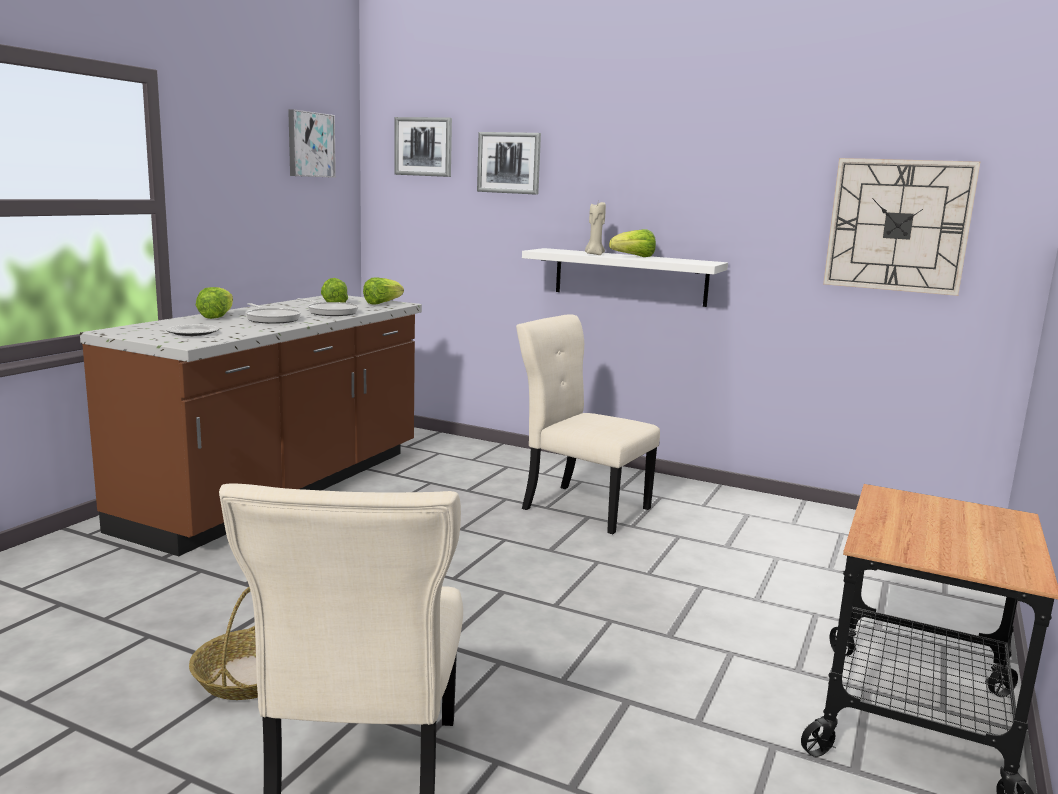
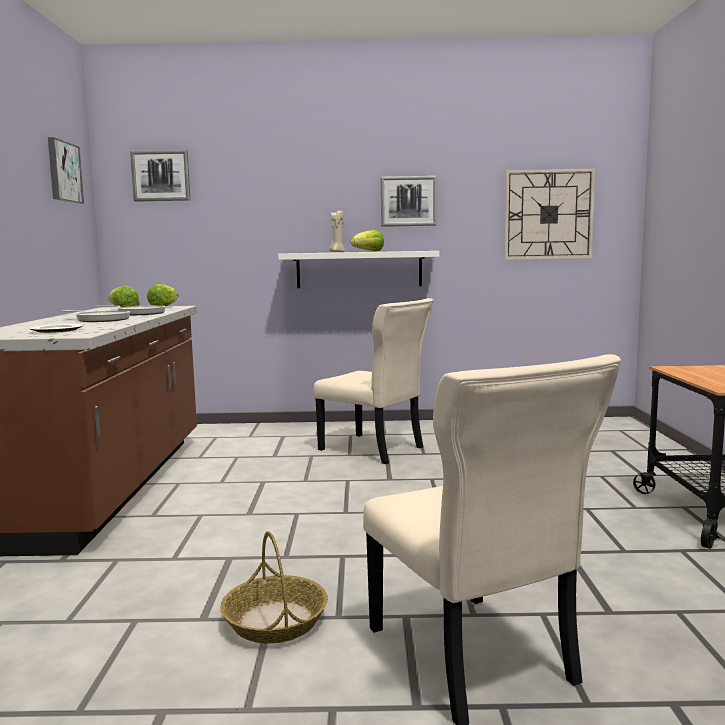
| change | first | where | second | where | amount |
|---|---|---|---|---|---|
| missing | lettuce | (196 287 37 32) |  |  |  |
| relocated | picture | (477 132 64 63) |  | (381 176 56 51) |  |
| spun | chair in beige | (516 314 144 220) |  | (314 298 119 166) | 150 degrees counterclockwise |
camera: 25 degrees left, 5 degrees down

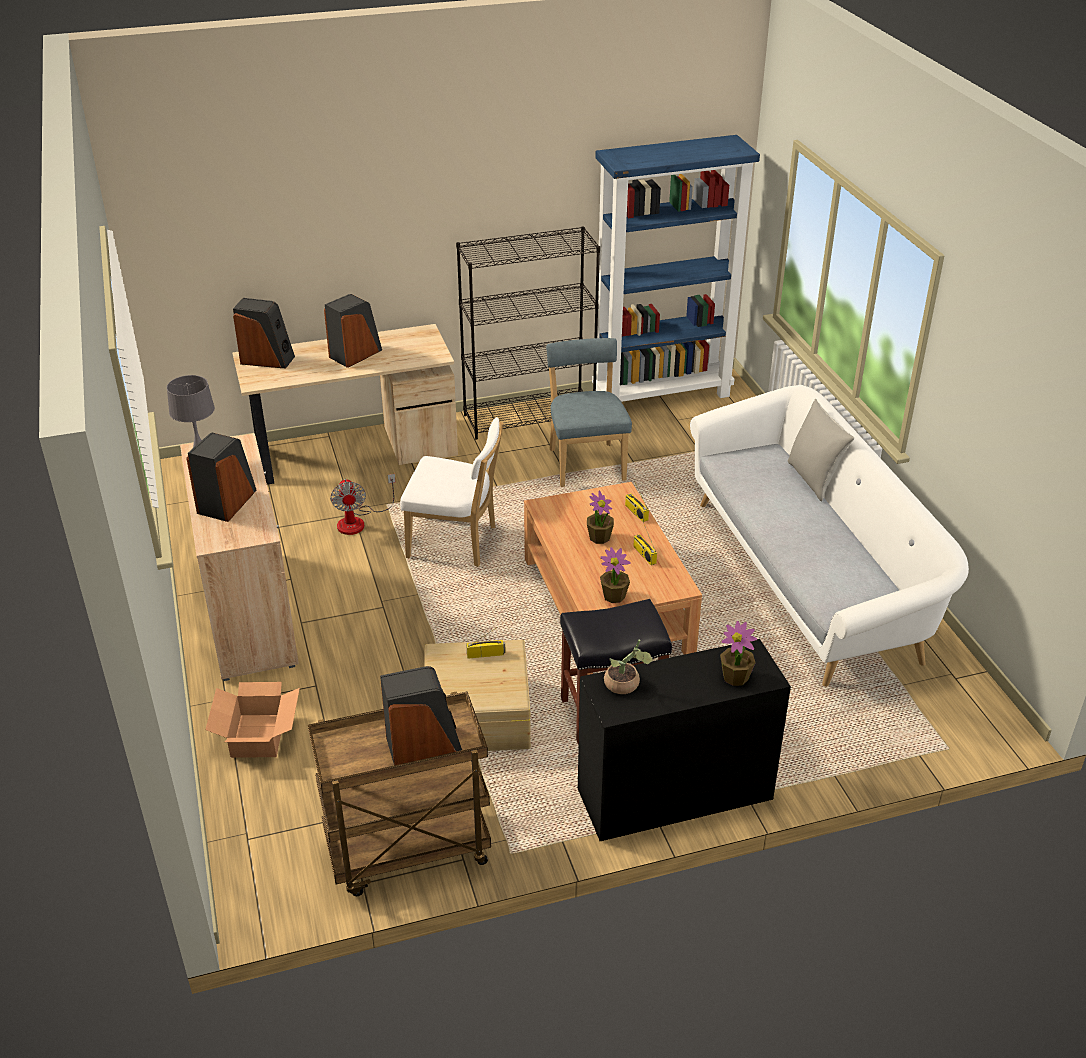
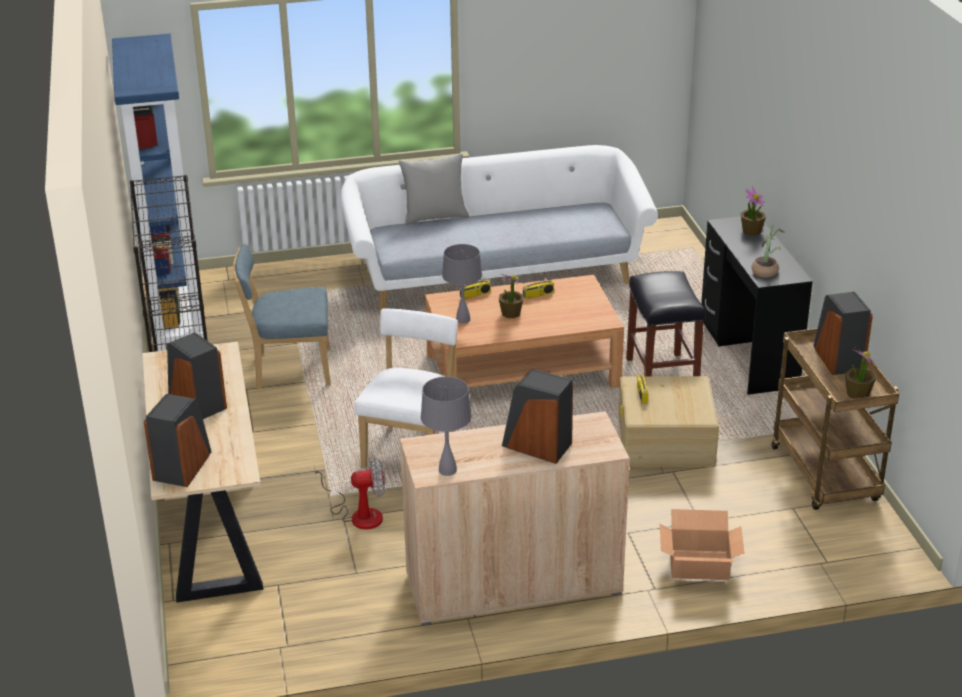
| change | first | where | second | where | amount |
|---|---|---|---|---|---|
| relocated | potted plant | (600 547 31 56) |  | (845 346 31 53) |  |
| appeared |  |  | table lamp in grey | (442 244 40 80) |  |
camera: 85 degrees left, 5 degrees down

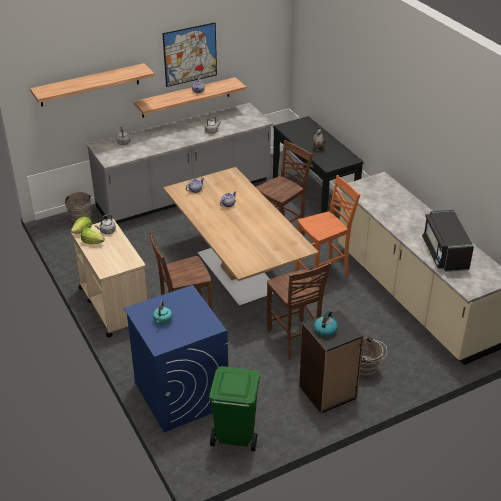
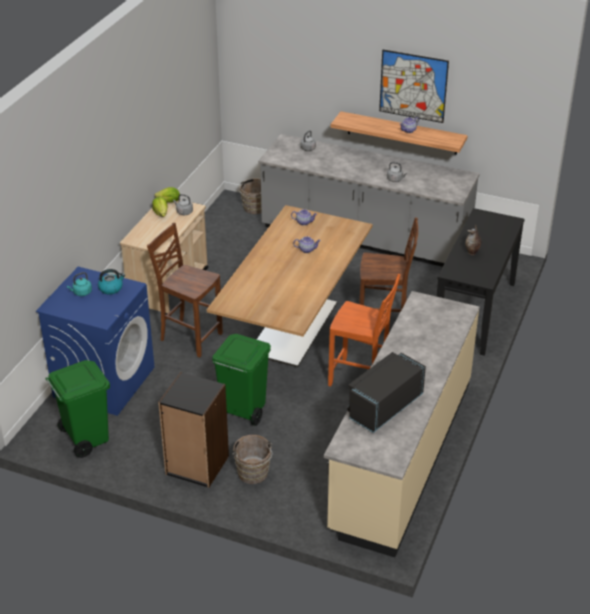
| change | first | where | second | where | amount |
|---|---|---|---|---|---|
| missing | shelf | (30 63 124 43) |  |  |  |
| exchanged | chair in brown | (267 262 65 97) | trash can in green | (212 334 59 92) |  |
| relocated | kettle | (314 310 24 27) |  | (98 269 27 26) |  |
camera: 50 degrees right, 0 degrees up

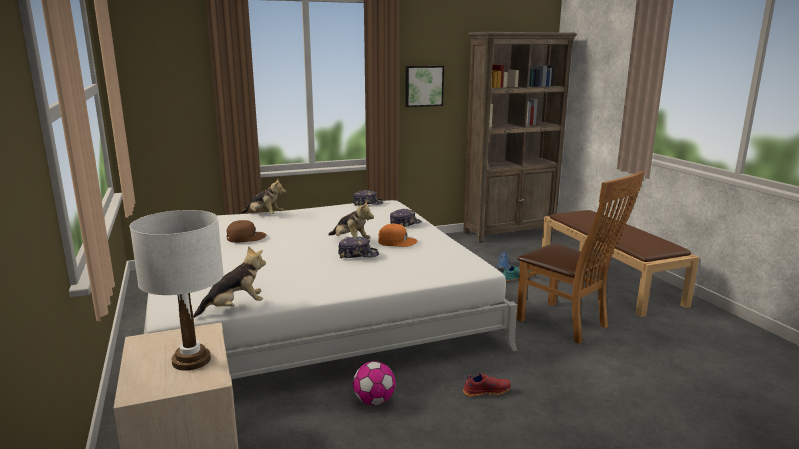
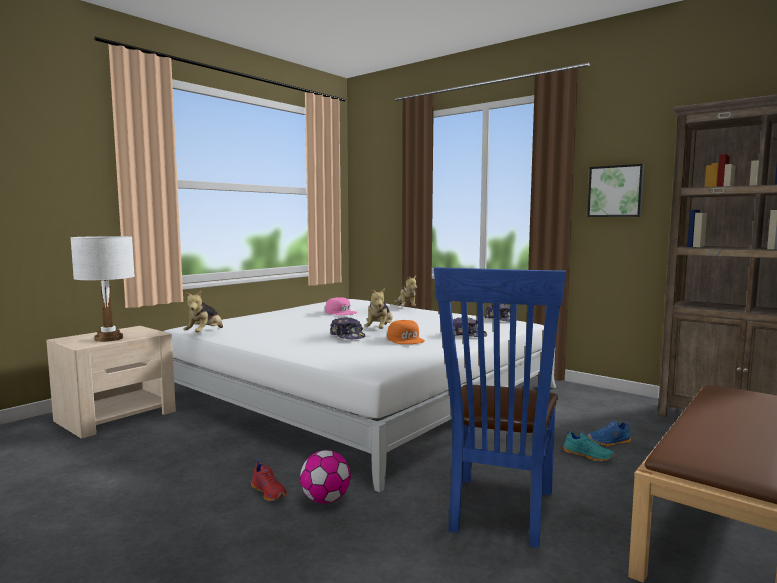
| change | first | where | second | where | amount |
|---|---|---|---|---|---|
| spun | plush toy | (193 246 73 72) |  | (183 291 40 41) | 75 degrees clockwise |
| colour | cap in brown | (226 220 40 23) | cap in pink | (325 297 32 18) |  |
| relocated | football | (353 361 43 44) |  | (300 450 51 53) |  |
| colour | chair in brown | (516 171 129 173) | chair in blue | (434 267 132 281) |  |
camera: 60 degrees right, 10 degrees down

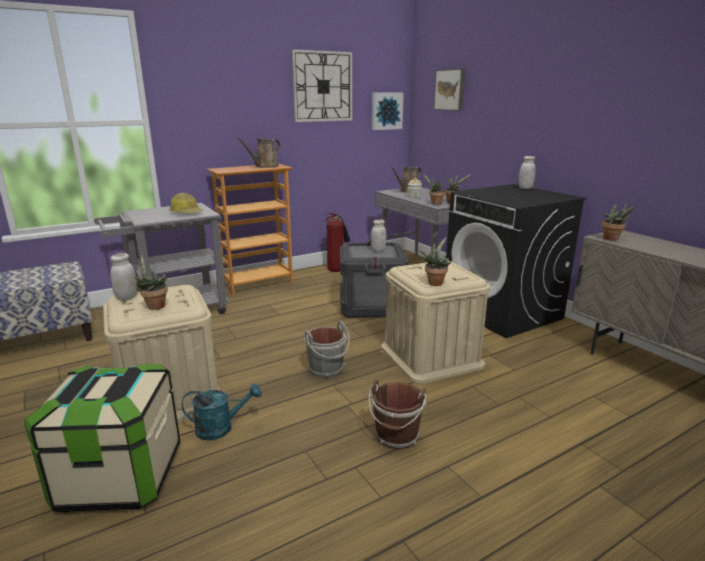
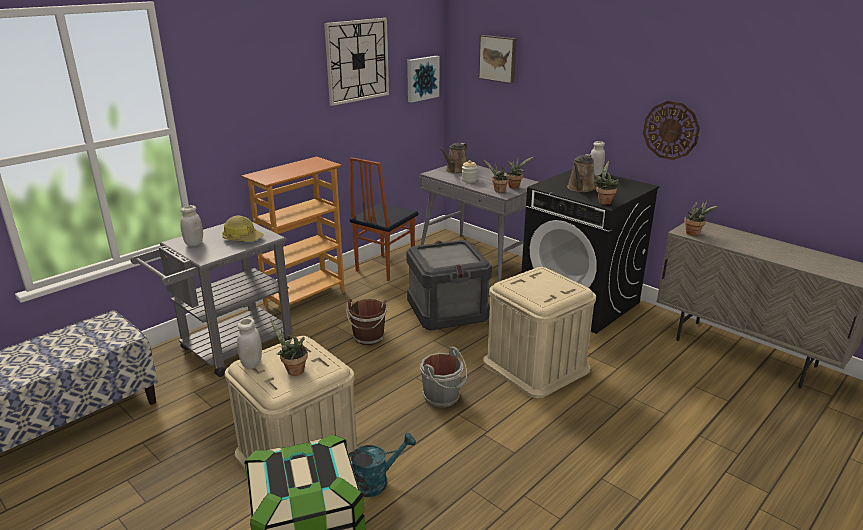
| change | first | where | second | where | amount |
|---|---|---|---|---|---|
| relocated | watering can in brown | (236 137 45 31) |  | (567 154 29 38) |  |
| exchanged | fire extinguisher | (326 213 24 59) | chair | (349 157 69 124) |  |
| relocated | bucket in brown | (369 380 58 69) |  | (346 299 42 46) |  |
| relocated | jar in white | (371 219 15 33) |  | (180 205 23 41) |  |
| relocated | potted plant | (420 237 31 49) |  | (593 161 26 44) |  |
| appeared |  |  | wall clock | (643 101 57 59) |  |
camera: 15 degrees left, 5 degrees up

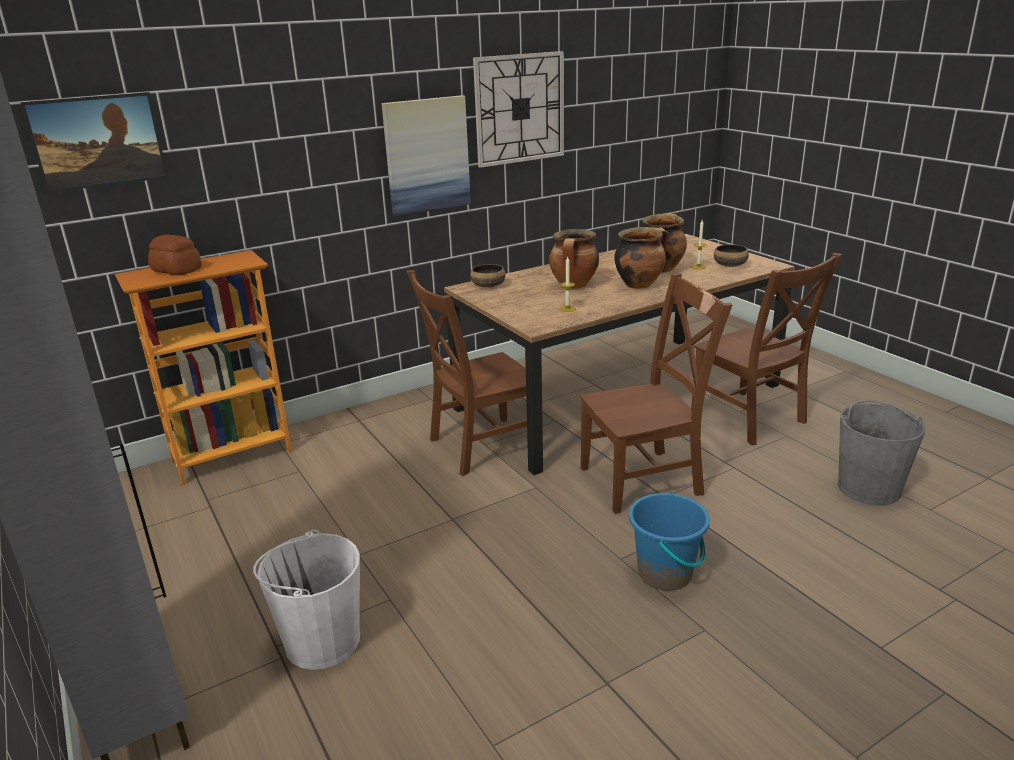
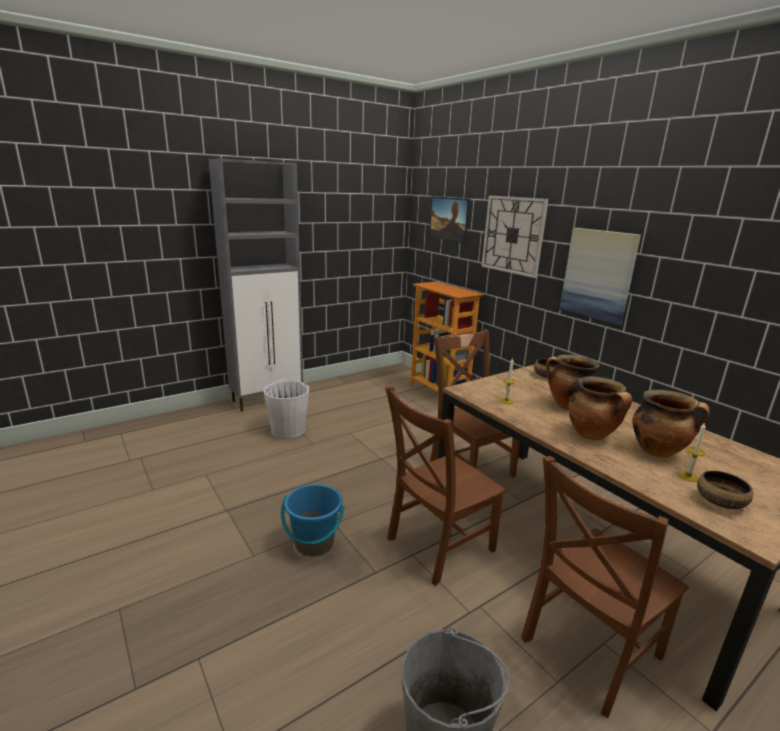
| change | first | where | second | where | amount |
|---|---|---|---|---|---|
| missing | bread | (148 235 54 40) |  |  |  |
| relocated | wall clock | (473 51 91 117) |  | (481 195 67 83) |  |
| spun | chair in brown | (580 273 152 241) |  | (385 386 121 200) | 75 degrees clockwise |
camera: 85 degrees right, 5 degrees down

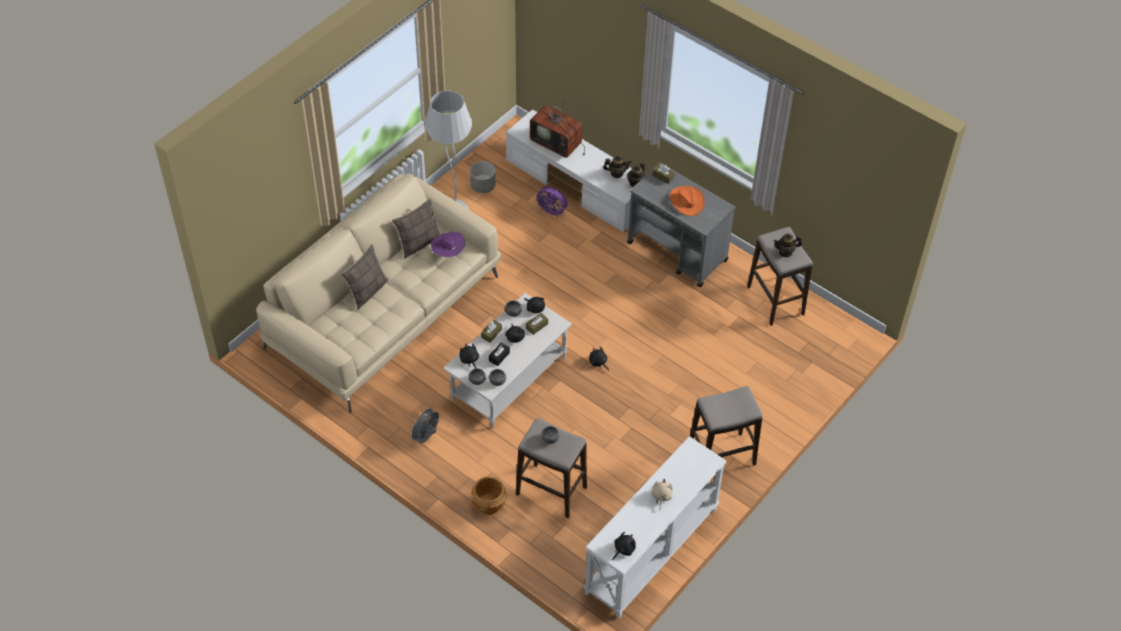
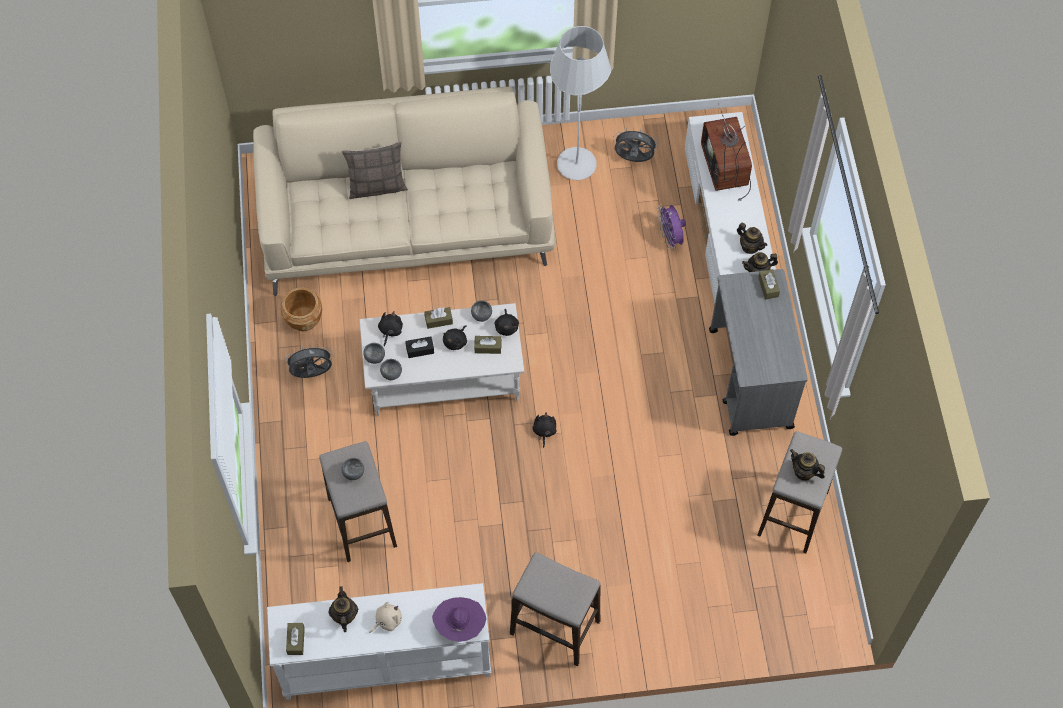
| change | first | where | second | where | amount |
|---|---|---|---|---|---|
| missing | pillow | (392 198 49 61) |  |  |  |
| relocated | hat in purple | (431 232 34 25) |  | (432 597 54 45) |  |
| exchanged | planter in grey | (470 161 26 32) | fan in grey | (613 128 46 34) |  |
| relocated | planter in brown | (471 476 36 39) |  | (281 288 42 43) |  |
| exchanged | plush toy in black | (612 532 24 28) | tissue box in brown | (286 623 19 32) |  |
| missing | hat in orange | (670 186 35 30) |  |  |  |
| appeared |  |  | teapot | (328 586 30 46) |  |
camera: 45 degrees right, 10 degrees up

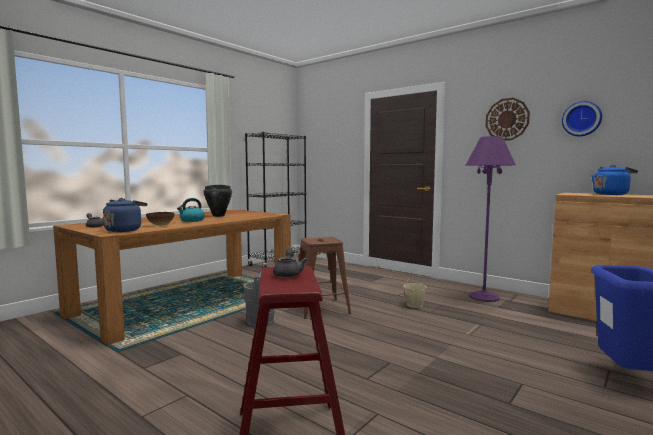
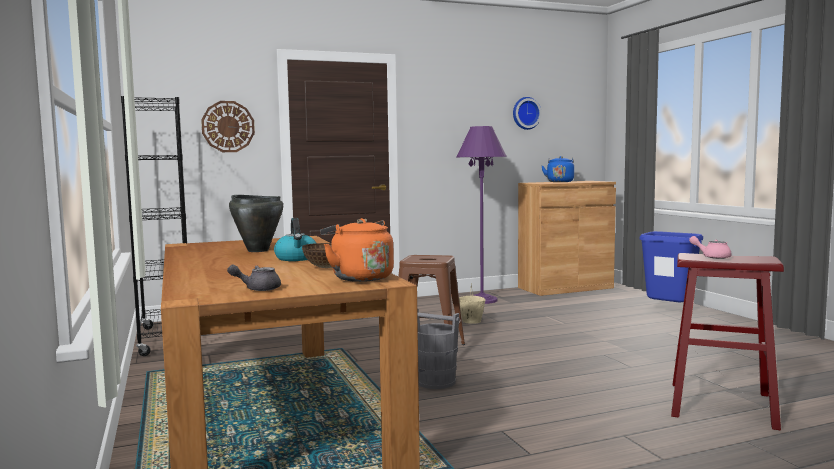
| change | first | where | second | where | amount |
|---|---|---|---|---|---|
| colour | kettle in blue | (103 198 44 34) | kettle in orange | (321 218 73 64) |  |
| colour | teapot in grey | (273 249 35 29) | teapot in pink | (689 236 43 23) |  |
| relocated | wall clock | (486 98 44 43) |  | (201 101 54 51) |  |
camera: 60 degrees left, 0 degrees up

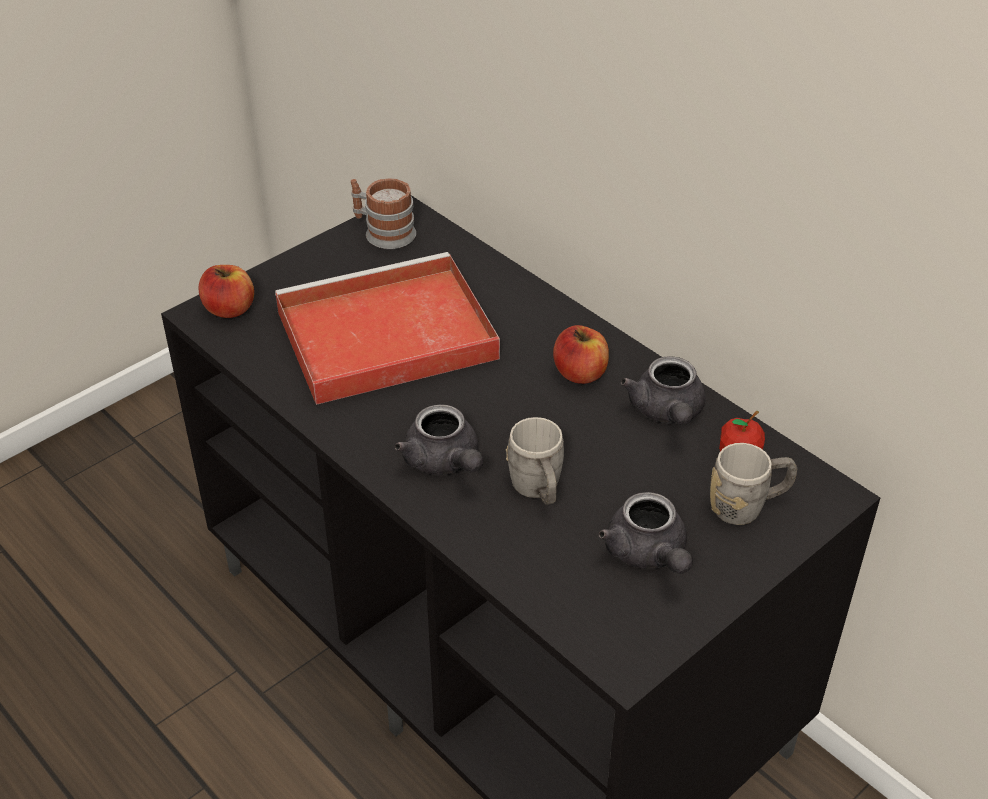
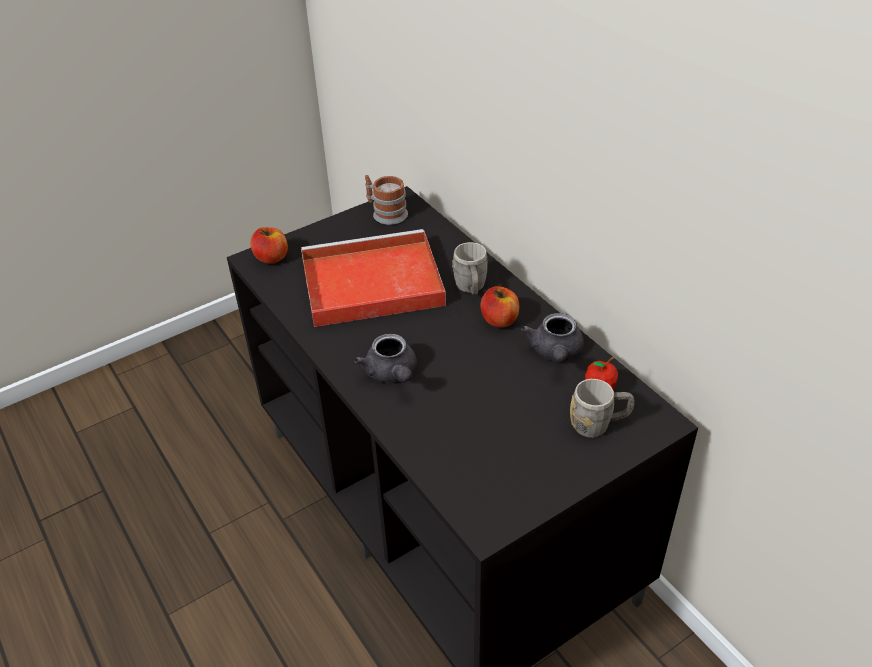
| change | first | where | second | where | amount |
|---|---|---|---|---|---|
| relocated | mug in grey | (506 417 58 88) |  | (452 242 36 53) |  |
| missing | teapot in grey | (598 492 95 82) |  |  |  |
camera: 10 degrees right, 0 degrees up

